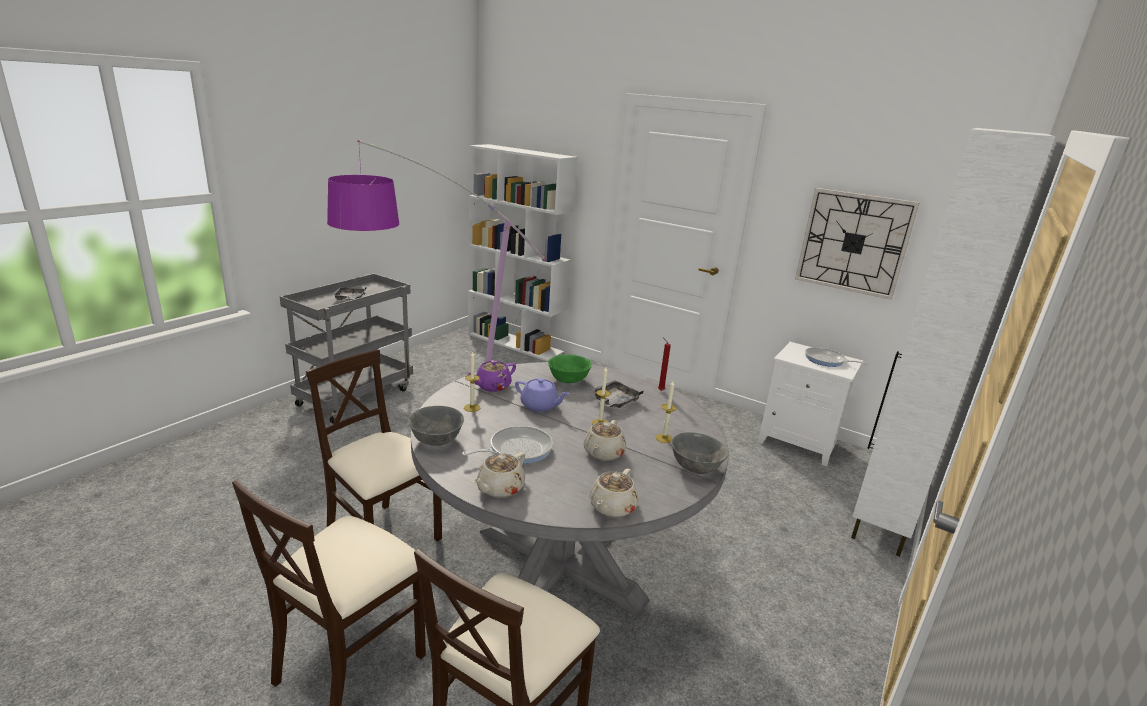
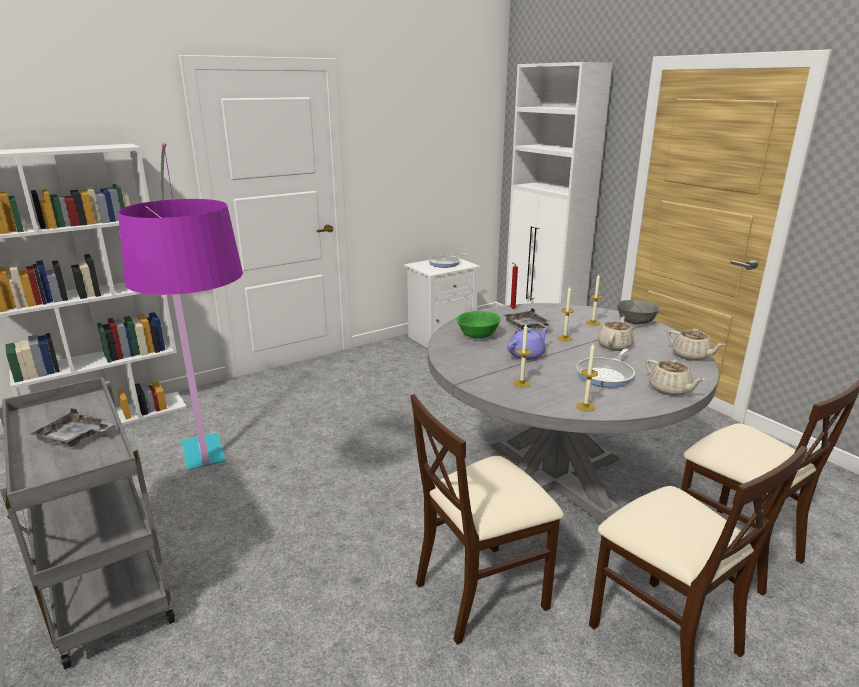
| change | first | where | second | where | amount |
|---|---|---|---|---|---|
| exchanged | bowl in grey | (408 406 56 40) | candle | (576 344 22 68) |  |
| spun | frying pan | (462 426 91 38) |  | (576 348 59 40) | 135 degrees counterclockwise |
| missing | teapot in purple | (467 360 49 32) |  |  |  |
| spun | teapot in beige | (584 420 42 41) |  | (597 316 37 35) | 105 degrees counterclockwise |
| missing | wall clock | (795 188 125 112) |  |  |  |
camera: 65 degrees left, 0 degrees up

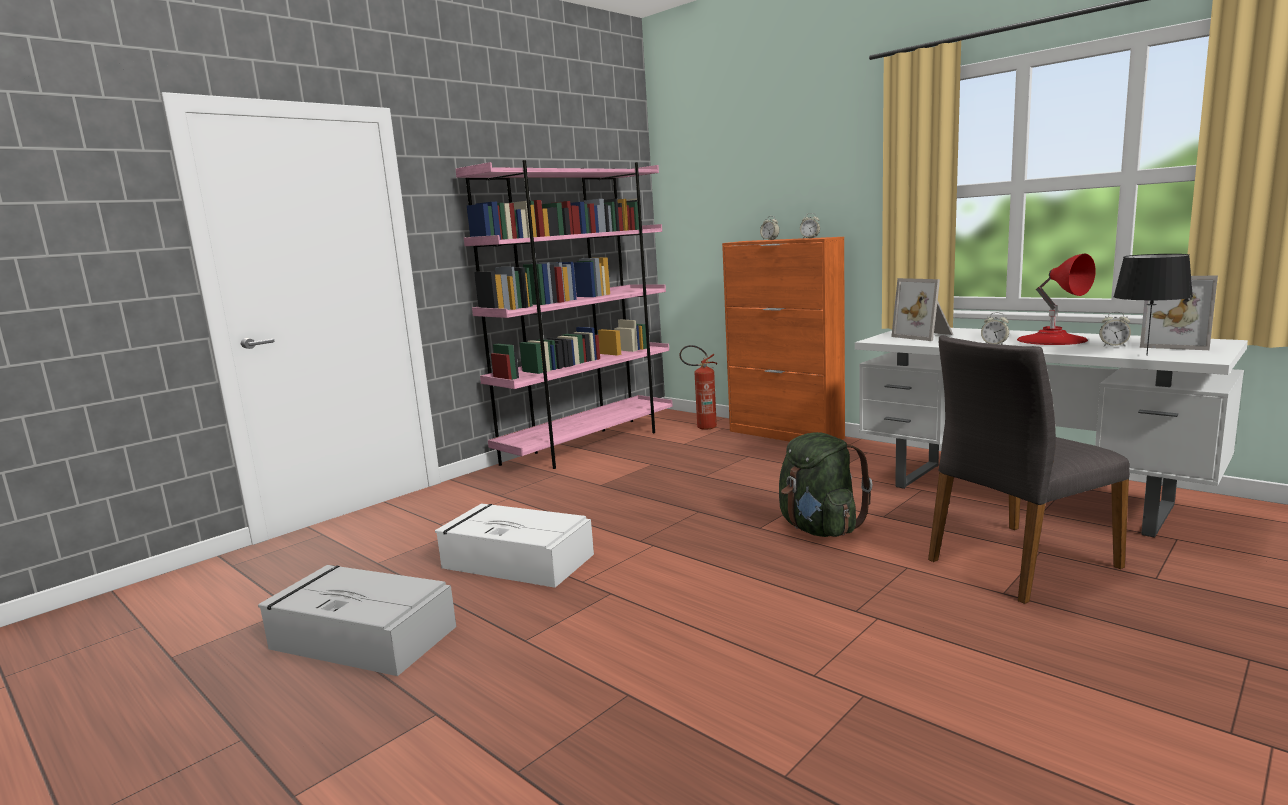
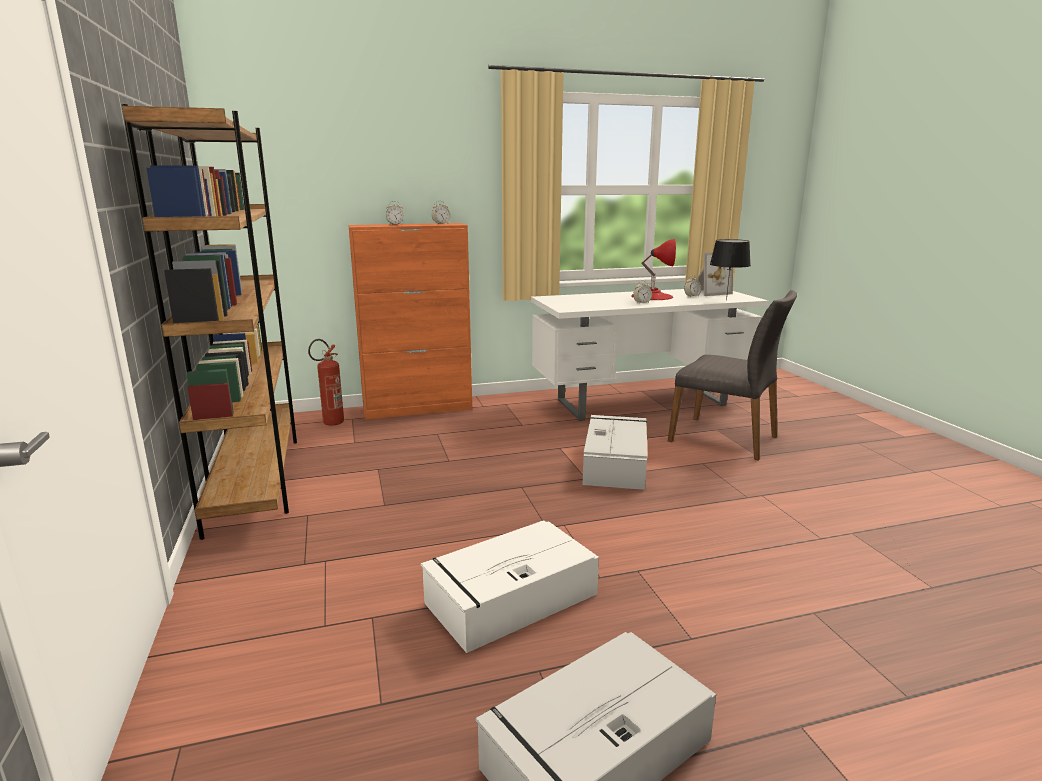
| change | first | where | second | where | amount |
|---|---|---|---|---|---|
| colour | bookcase in pink | (455 160 218 309) | bookcase in brown | (122 104 175 436) |  |
| exchanged | backpack in green | (779 432 94 105) | storage box in grey | (583 415 65 75) |  |
| missing | picture frame | (891 278 62 63) |  |  |  |
| spun | chair in grey | (928 335 202 269) |  | (668 290 129 171) | 60 degrees counterclockwise |
camera: 60 degrees left, 5 degrees up

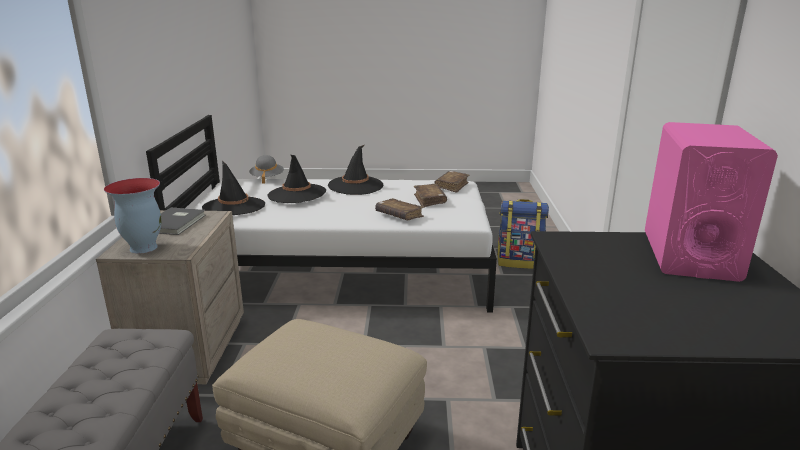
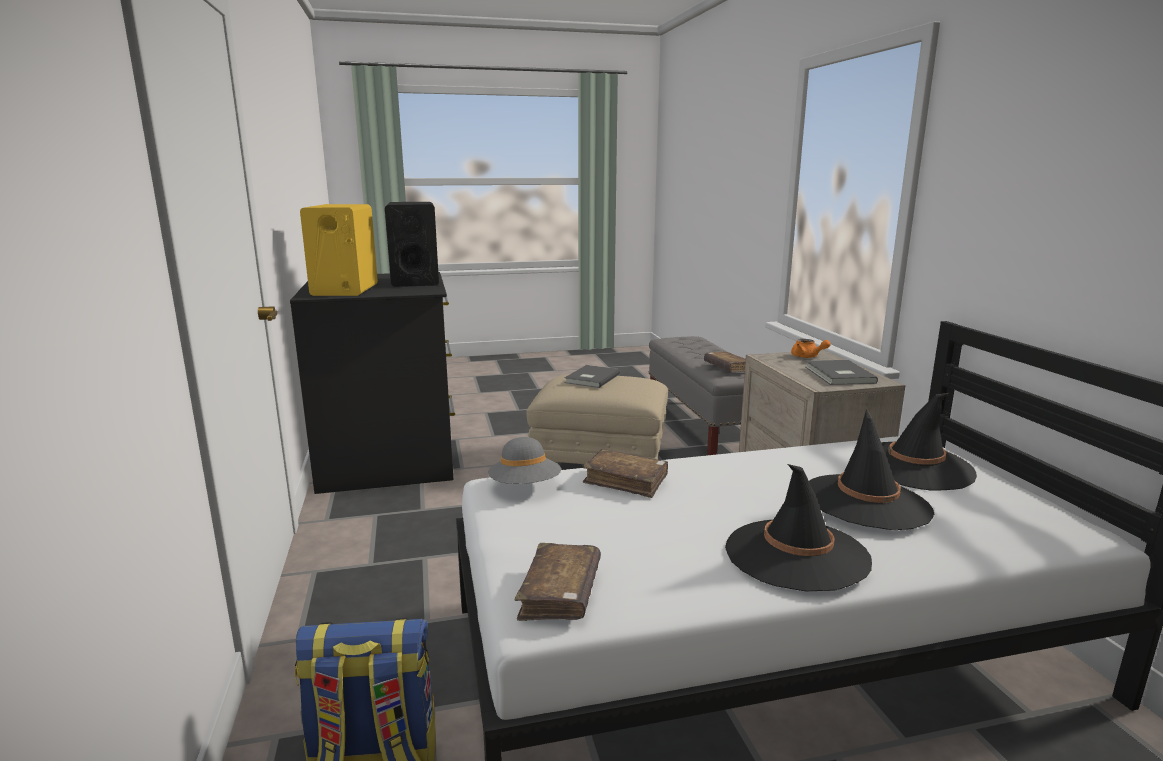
| change | first | where | second | where | amount |
|---|---|---|---|---|---|
| exchanged | vase | (104 178 58 76) | teapot in orange | (791 339 40 19) |  |
| relocated | hat in grey | (249 155 35 29) |  | (488 437 73 47) |  |
| relocated | book in brown | (414 184 33 23) |  | (704 352 42 20) |  |
| colour | speaker in pink | (645 122 133 160) | speaker in yellow | (300 204 78 92) |  |
| appeared |  |  | speaker in black | (385 202 54 85) |  |
| appeared |  |  | book in grey | (565 365 55 23) |  |
camera: 165 degrees right, 5 degrees down

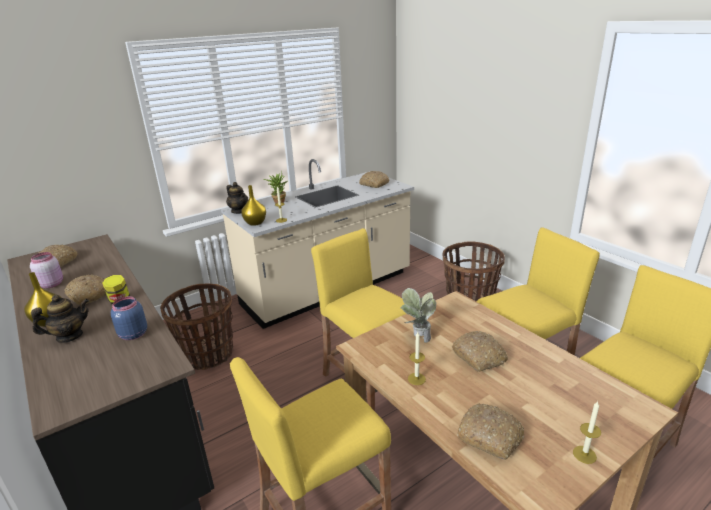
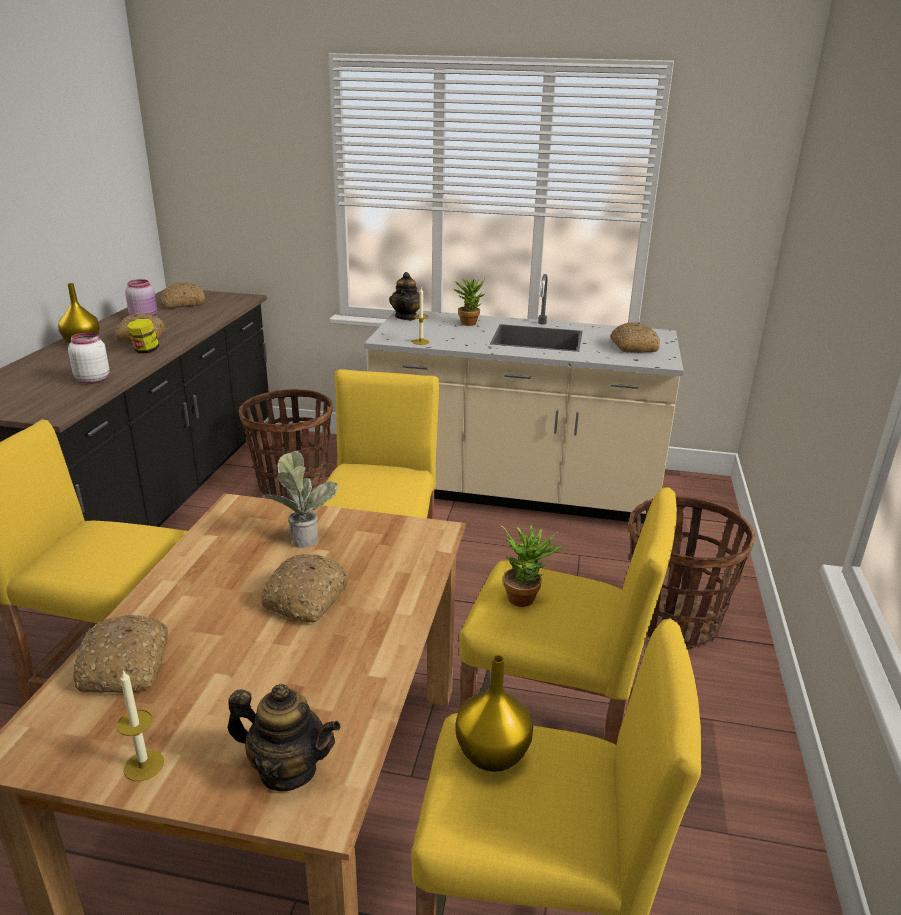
| change | first | where | second | where | amount |
|---|---|---|---|---|---|
| relocated | teapot | (31 295 58 48) |  | (228 684 113 107) |  |
| colour | jar in blue | (111 296 36 44) | jar in white | (68 333 42 51) |  |
| relocated | vase in yellow | (241 185 25 41) |  | (455 655 78 117) |  |
| missing | candle | (408 332 18 53) |  |  |  |
| appeared |  |  | potted plant | (500 525 63 82) |  |
camera: 45 degrees right, 0 degrees up

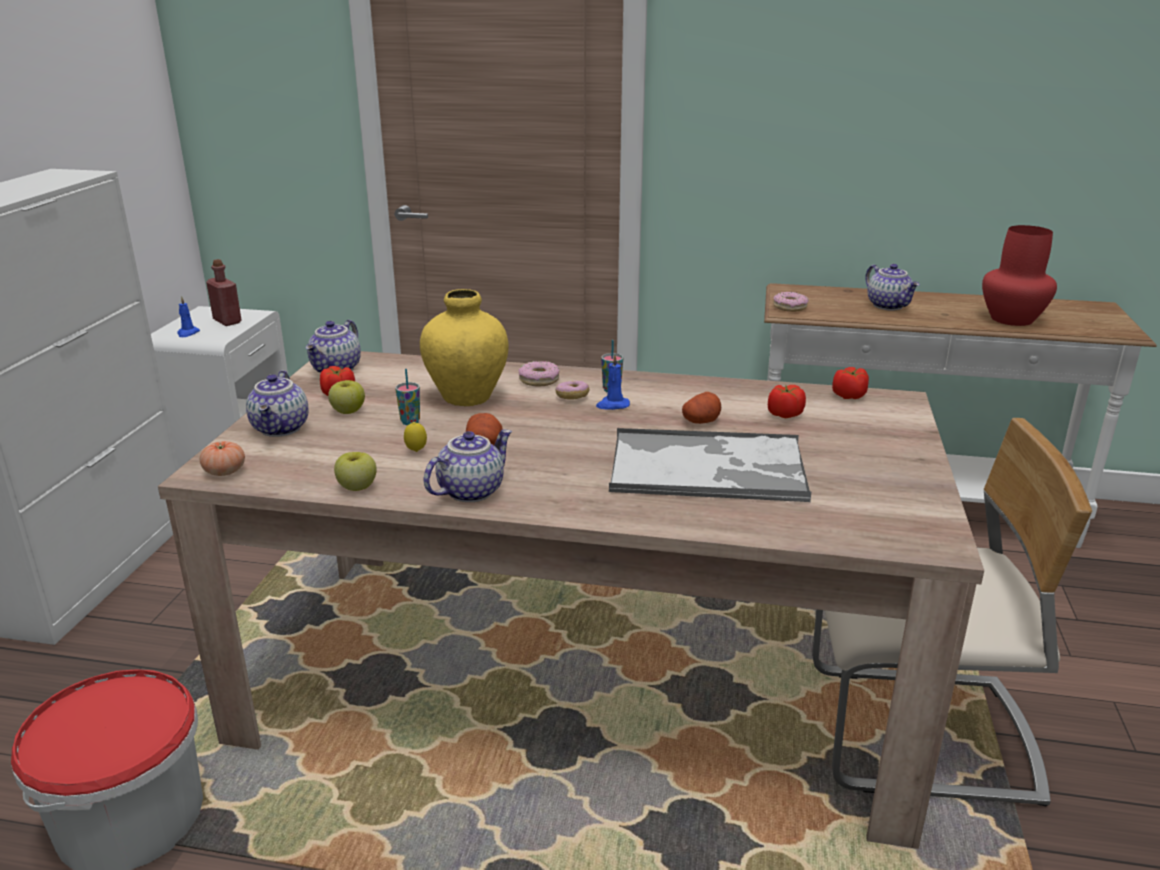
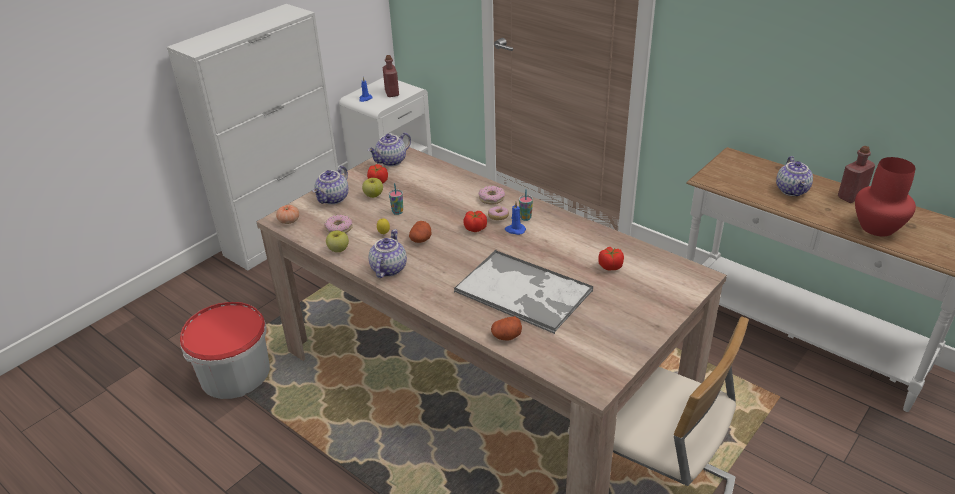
| change | first | where | second | where | amount |
|---|---|---|---|---|---|
| missing | vase in yellow | (420 289 89 117) |  |  |  |
| spun | teapot | (424 430 88 72) |  | (369 229 38 49) | 60 degrees counterclockwise |
| relocated | potato | (682 392 39 32) |  | (491 316 31 25) |  |
| relocated | donut | (773 292 36 20) |  | (324 215 29 18) |  |
| relocated | tomato | (832 367 37 32) |  | (463 211 24 21) |  |
| appeared |  |  | bottle in red | (838 146 37 57) |  |
camera: 30 degrees right, 10 degrees up

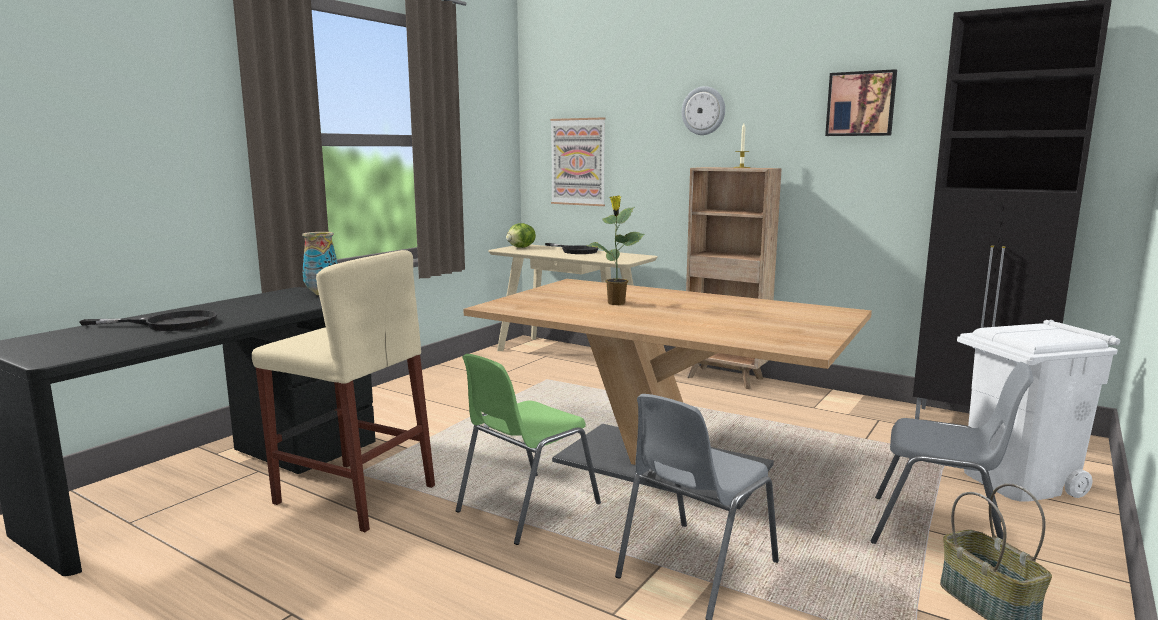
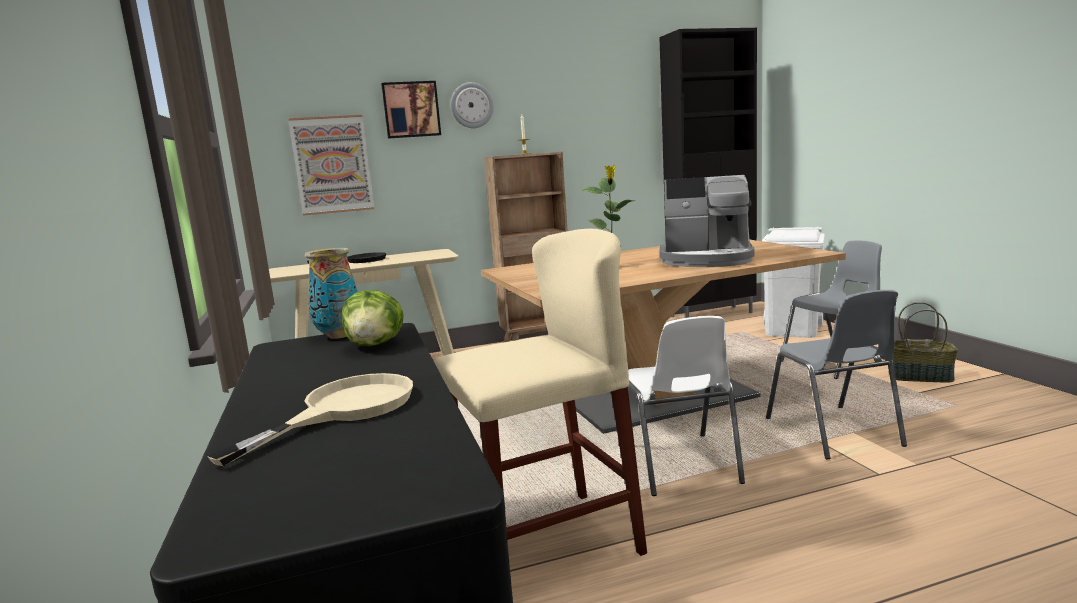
| change | first | where | second | where | amount |
|---|---|---|---|---|---|
| colour | frying pan in black | (79 310 138 21) | frying pan in beige | (207 373 206 93) |  |
| colour | chair in green | (456 354 145 191) | chair in white | (619 316 126 180) |  |
| relocated | lettuce | (506 223 30 25) |  | (342 290 62 56) |  |
| relocated | picture | (825 69 72 67) |  | (381 81 60 58) |  |
| appeared |  |  | coffee machine | (659 175 96 92) |  |
camera: 50 degrees left, 0 degrees up

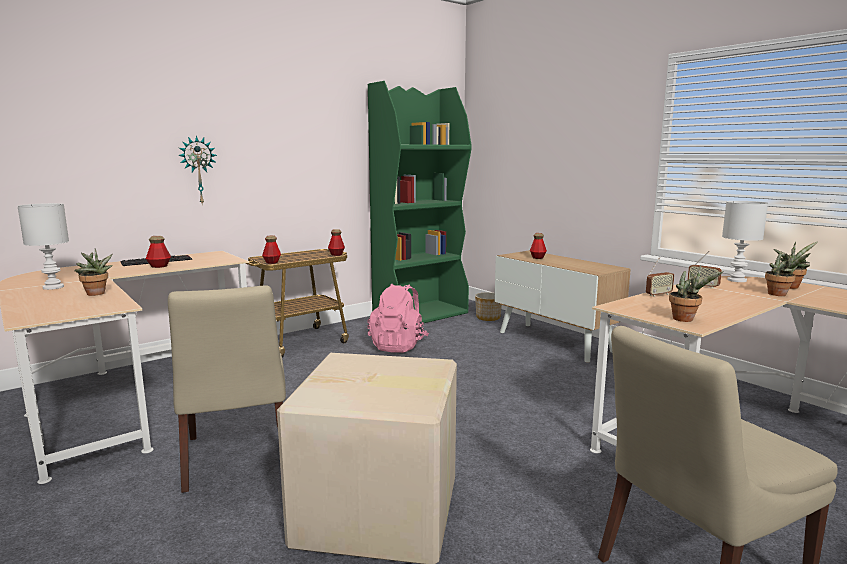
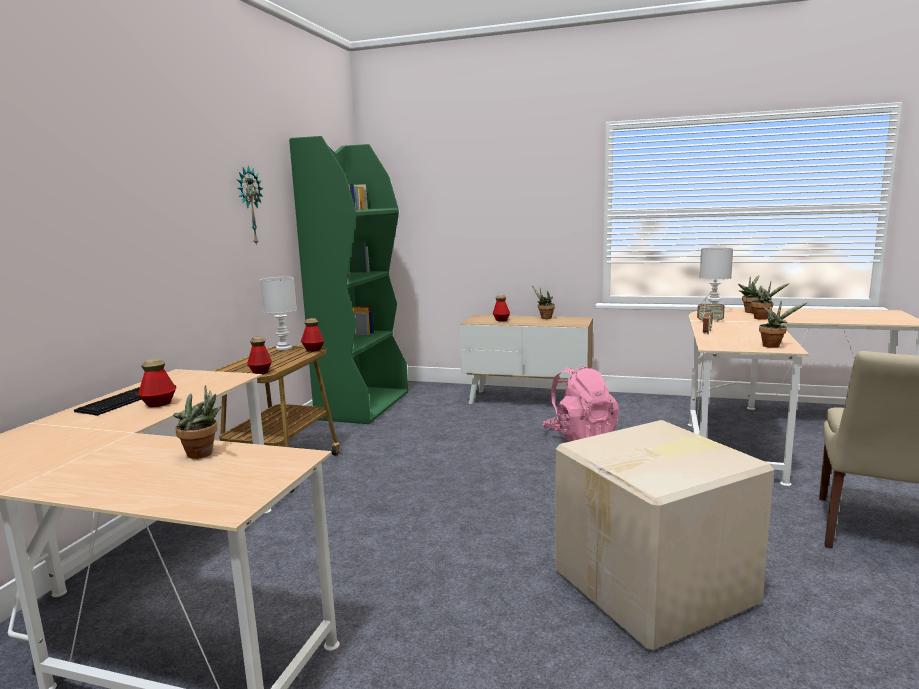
| change | first | where | second | where | amount |
|---|---|---|---|---|---|
| relocated | table lamp in white | (18 203 51 87) |  | (260 277 37 73) |  |
| missing | chair in beige | (168 285 118 208) |  |  |  |
| relocated | wall clock | (178 135 39 69) |  | (237 166 26 80) |  |
| relocated | backpack in pink | (367 283 62 70) |  | (543 365 76 77) |  |
| missing | planter | (475 292 27 29) |  |  |  |
| appeared |  |  | potted plant | (532 286 23 33) |  |
camera: 35 degrees left, 0 degrees up

